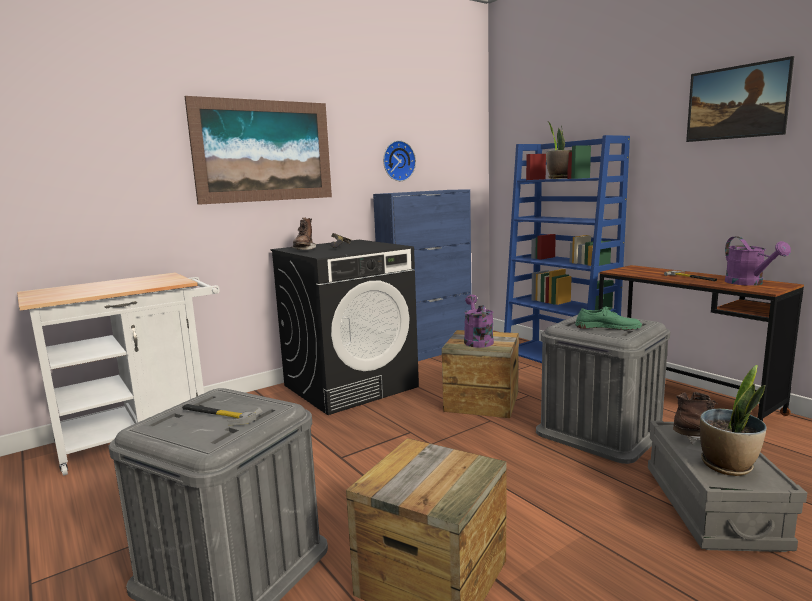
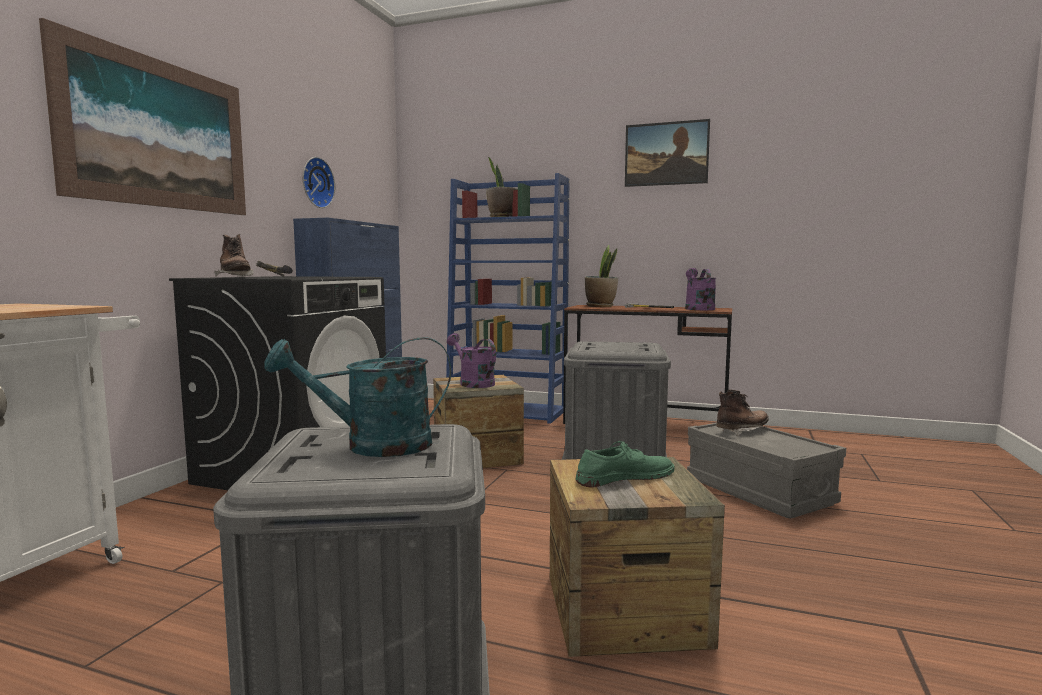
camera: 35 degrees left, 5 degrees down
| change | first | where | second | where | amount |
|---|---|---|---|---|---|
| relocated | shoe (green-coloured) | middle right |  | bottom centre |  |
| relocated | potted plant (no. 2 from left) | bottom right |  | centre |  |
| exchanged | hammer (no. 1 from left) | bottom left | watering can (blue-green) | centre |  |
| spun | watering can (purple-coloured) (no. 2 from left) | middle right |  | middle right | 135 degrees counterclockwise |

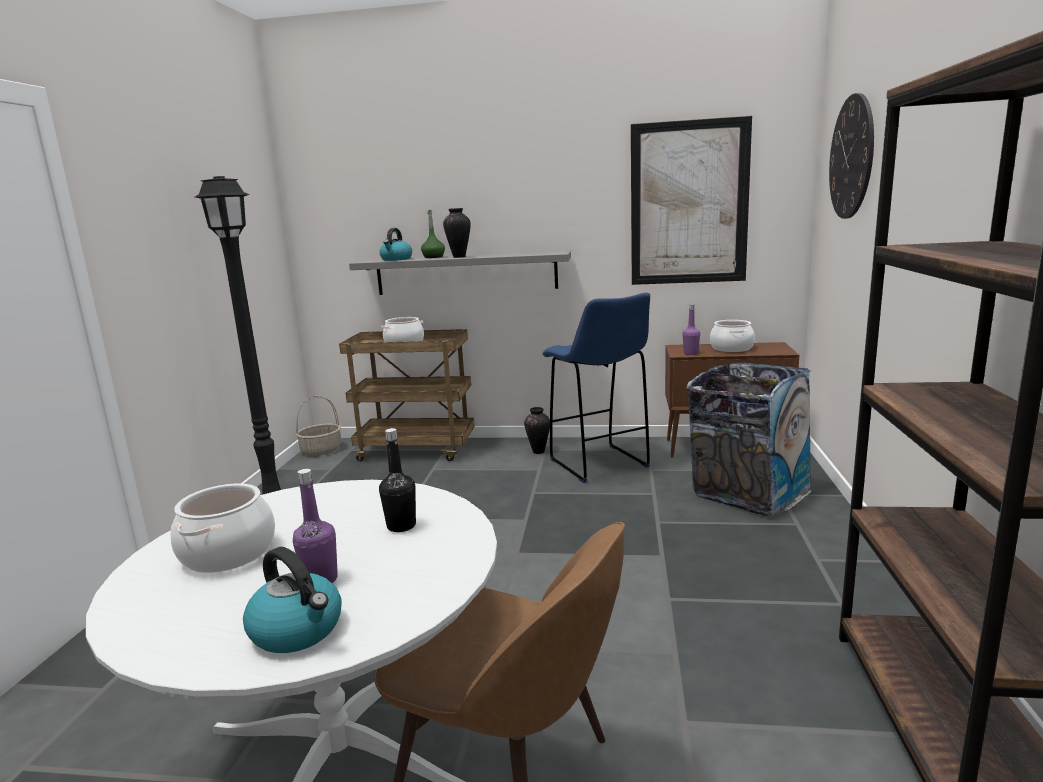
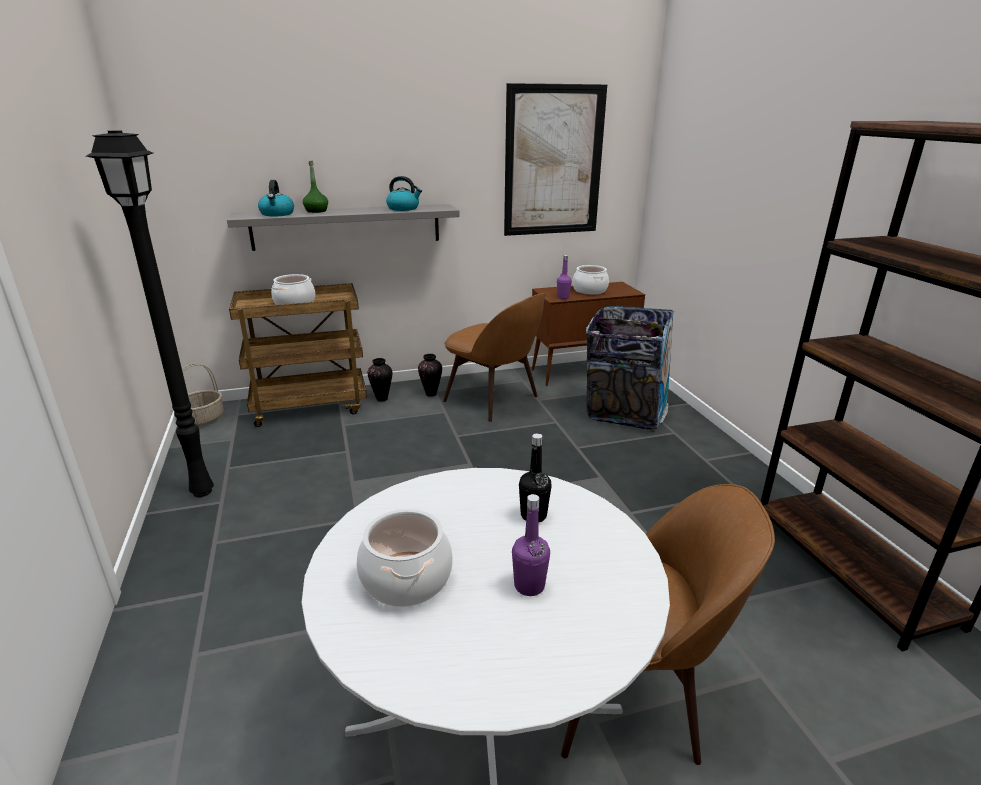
camera: 25 degrees left, 10 degrees up
| change | first | where | second | where | amount |
|---|---|---|---|---|---|
| missing | wall clock | top right |  |  |  |
| relocated | tea kettle (no. 1 from left in the first image) | bottom left | tea kettle (no. 2 from left) | top centre |  |
| relocated | flower vase (no. 1 from left) | top centre |  | centre |  |
| exchanged | stool (blue) | centre | upright chair (brown-coloured) (no. 1 from left) | centre |  |

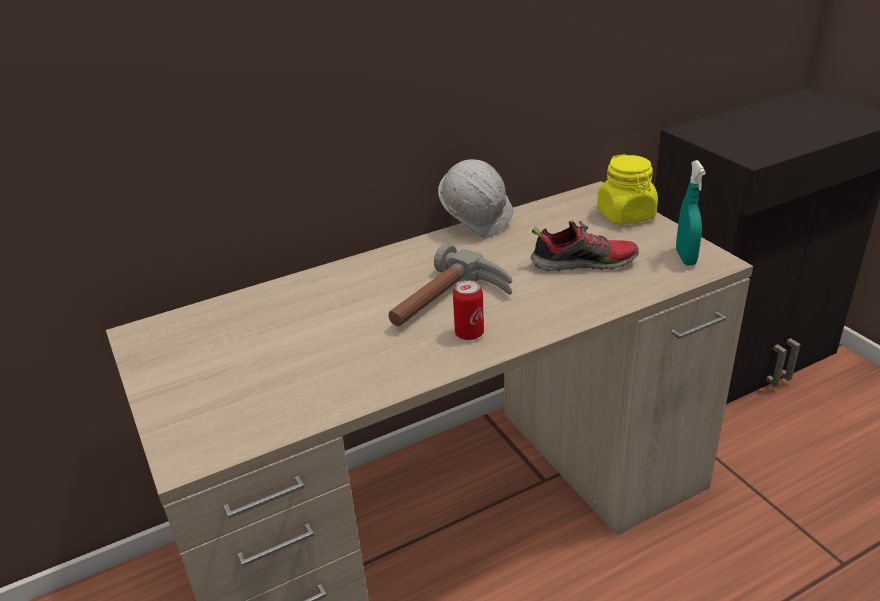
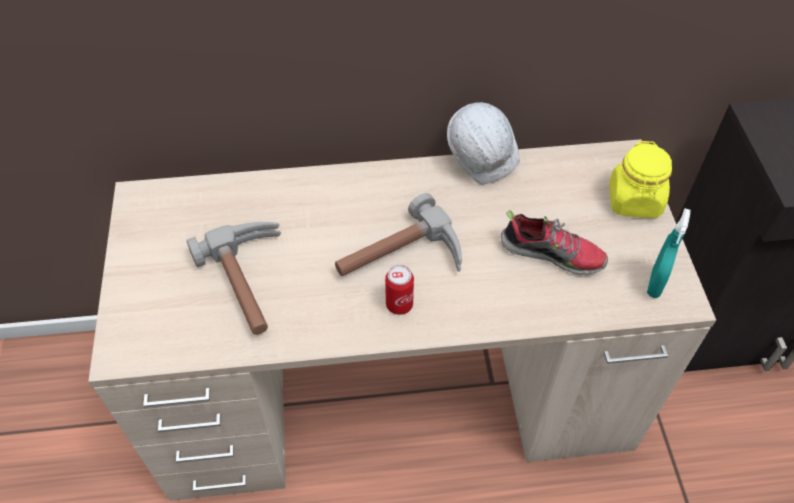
camera: 20 degrees right, 20 degrees up
| change | first | where | second | where | amount |
|---|---|---|---|---|---|
| appeared |  |  | hammer (no. 1 from left) | middle left |  |

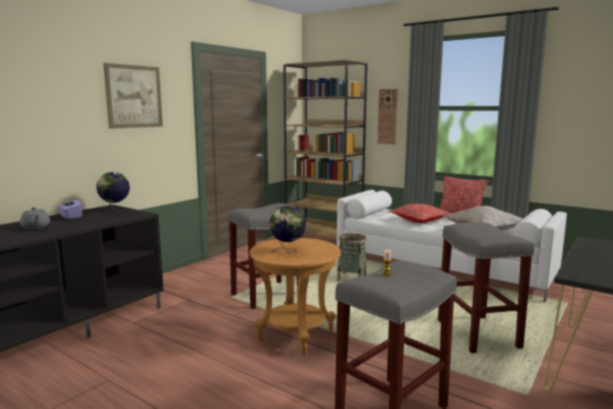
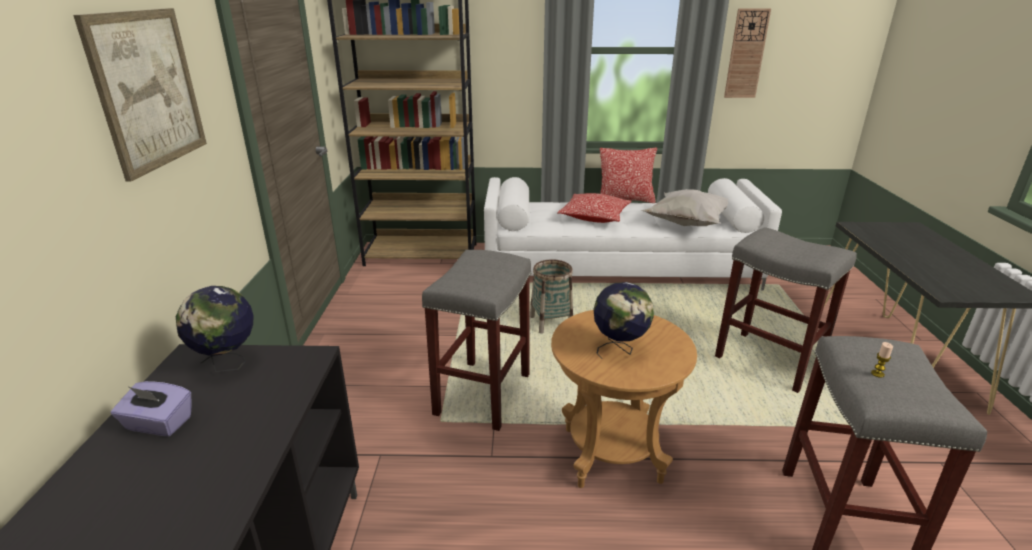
camera: 35 degrees left, 15 degrees up
| change | first | where | second | where | amount |
|---|---|---|---|---|---|
| missing | pot for tea (grey) | middle left |  |  |  |
| relocated | wall clock | top centre |  | top right |  |

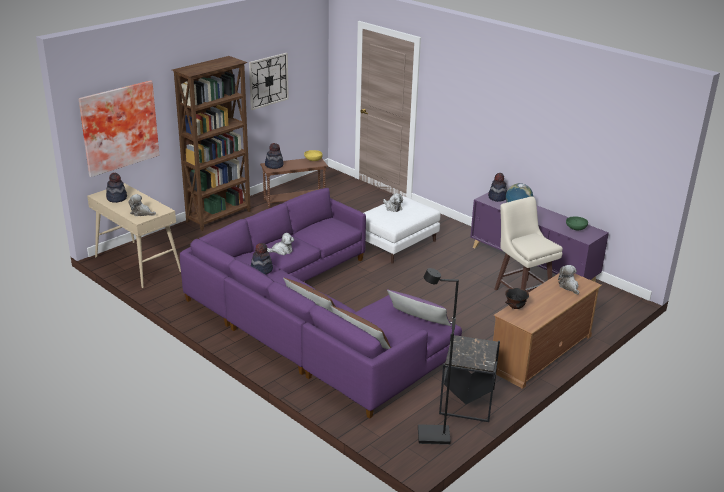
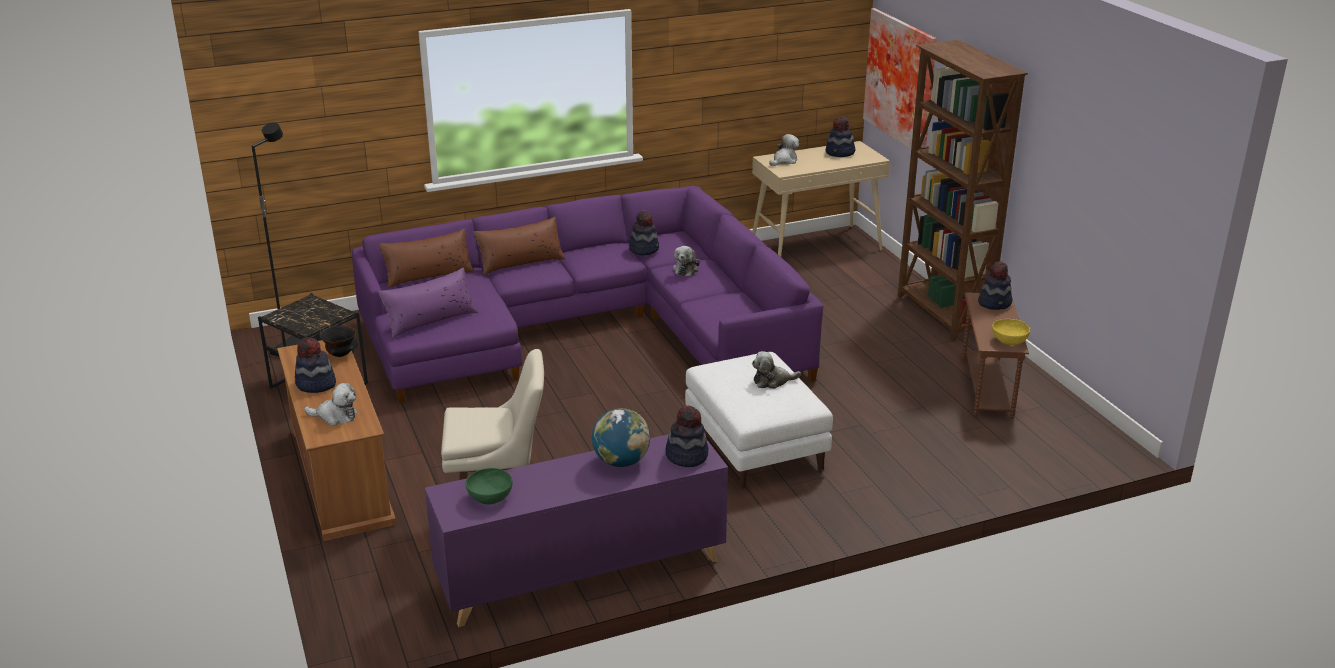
camera: 115 degrees right, 0 degrees up
| change | first | where | second | where | amount |
|---|---|---|---|---|---|
| missing | wall clock | top centre |  |  |  |
| appeared |  |  | wearable hat (no. 1 from left) | middle left |  |

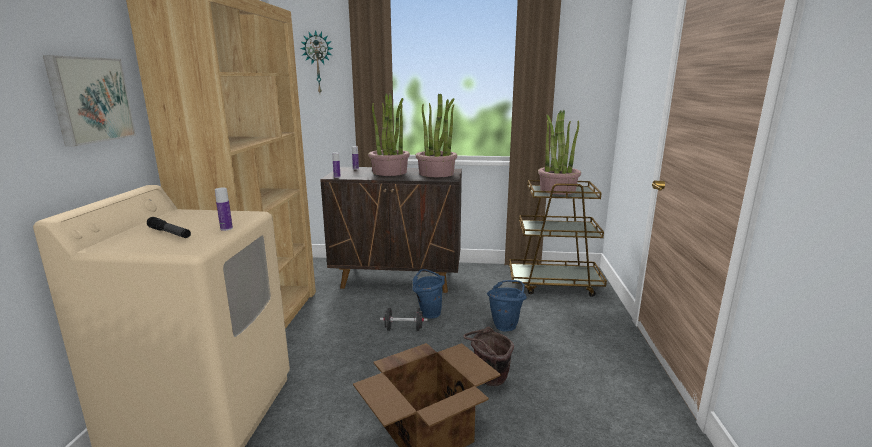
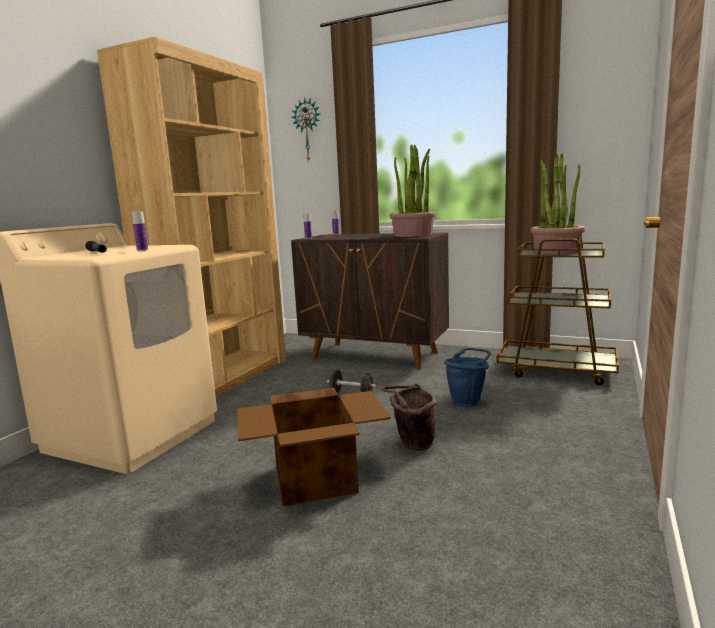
camera: 20 degrees right, 5 degrees down
| change | first | where | second | where | amount |
|---|---|---|---|---|---|
| missing | wall art | top left |  |  |  |
| missing | potted plant (no. 1 from left) | top centre |  |  |  |
| missing | water bucket (blue) (no. 1 from left) | centre |  |  |  |

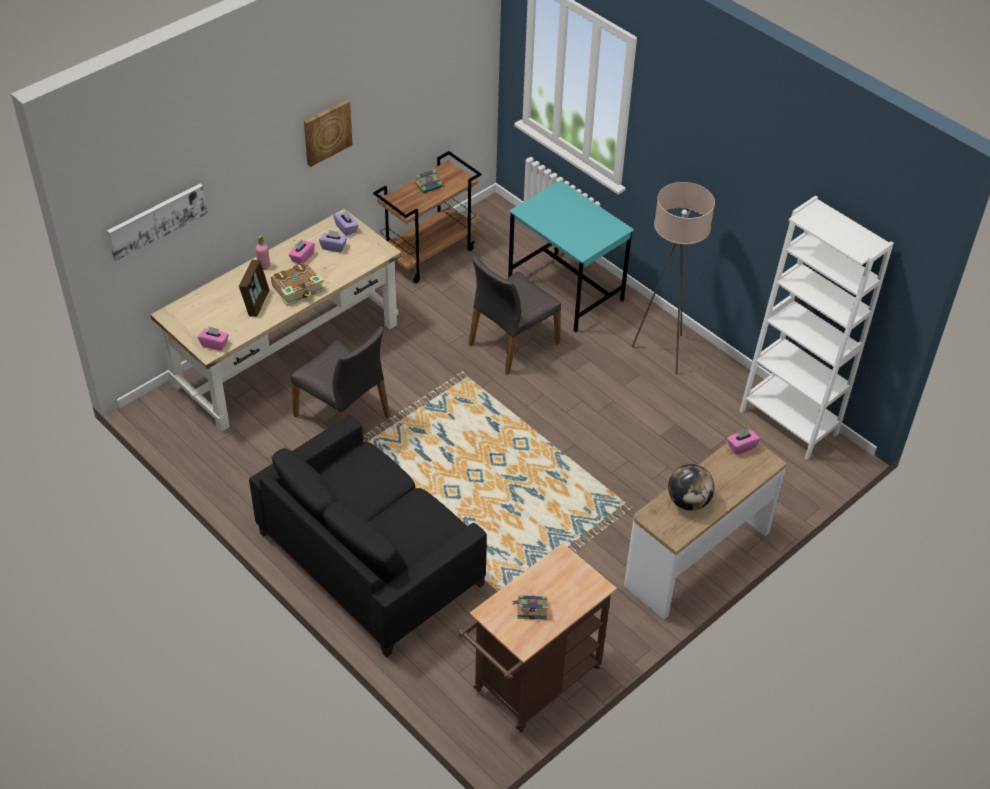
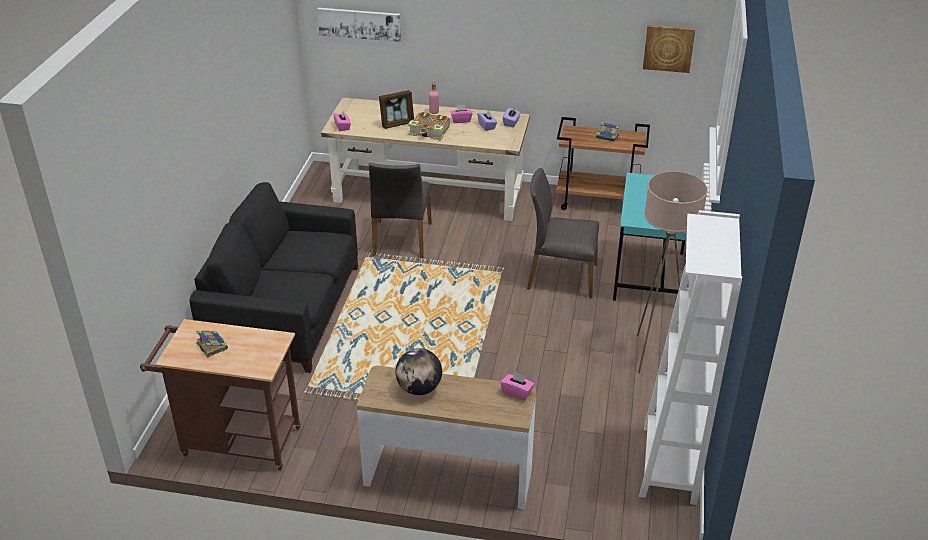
camera: 55 degrees right, 10 degrees down
| change | first | where | second | where | amount |
|---|---|---|---|---|---|
| relocated | wall art (no. 2 from left) | top left |  | top right |  |

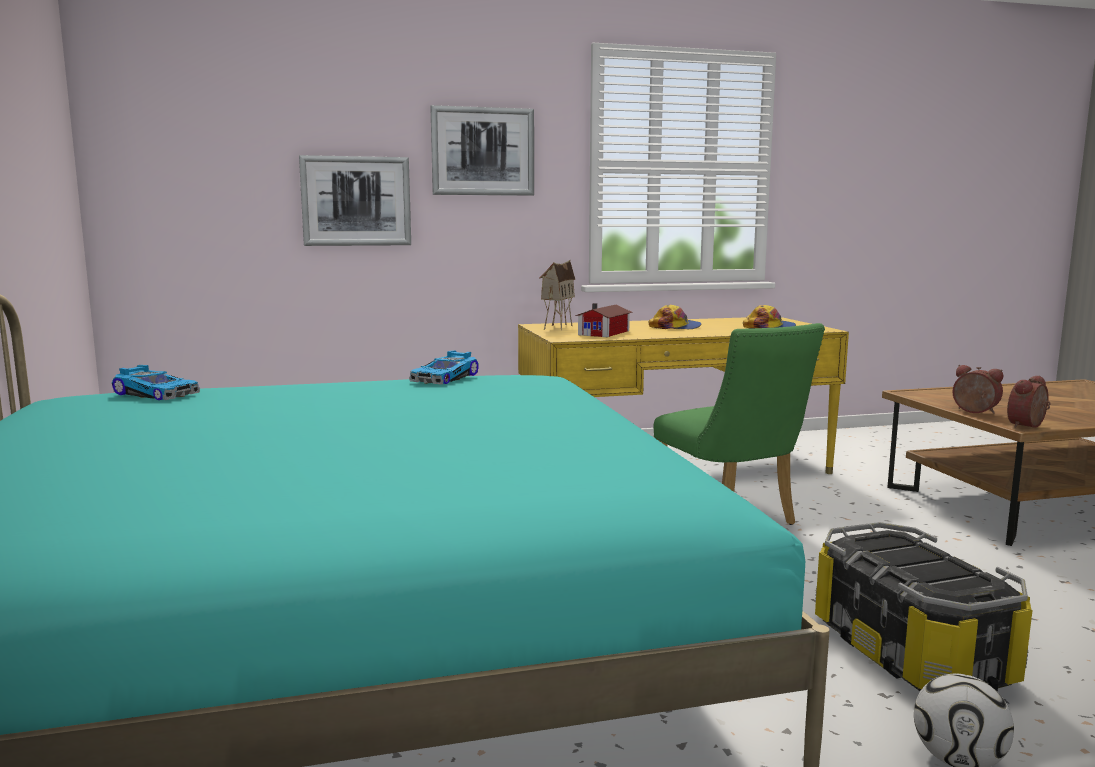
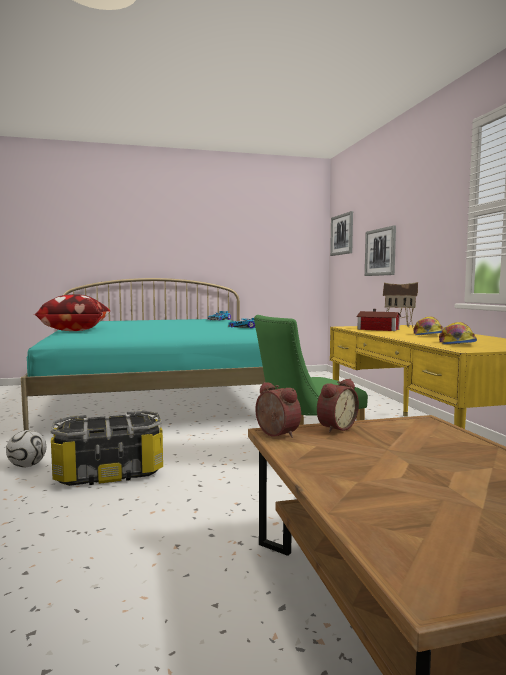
camera: 90 degrees right, 5 degrees down
| change | first | where | second | where | amount |
|---|---|---|---|---|---|
| appeared |  |  | throw pillow | middle left |  |
| relocated | wall art (no. 2 from left in the first image) | top centre | wall art (no. 1 from left) | middle right |  |

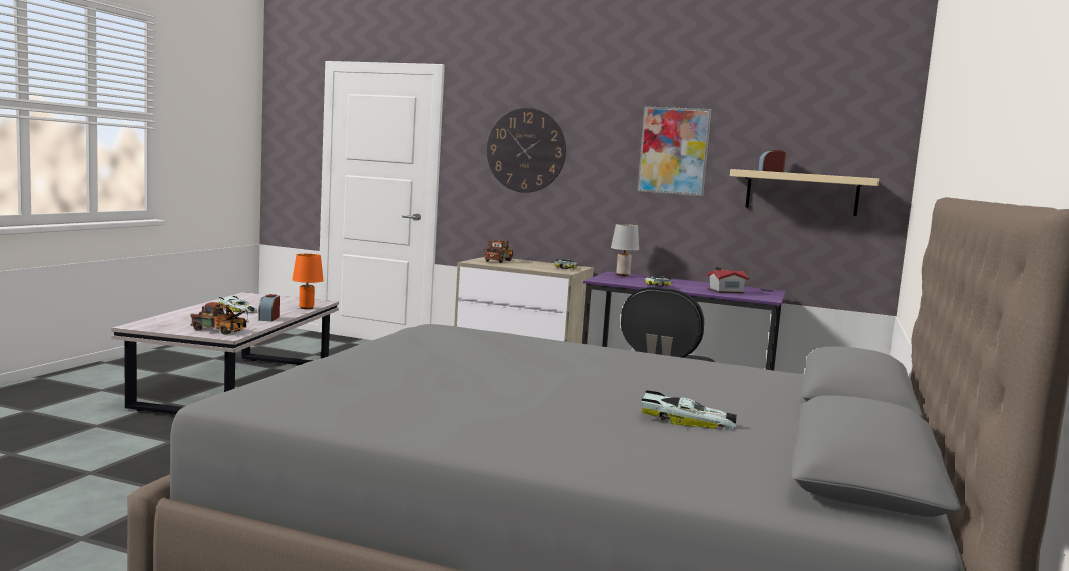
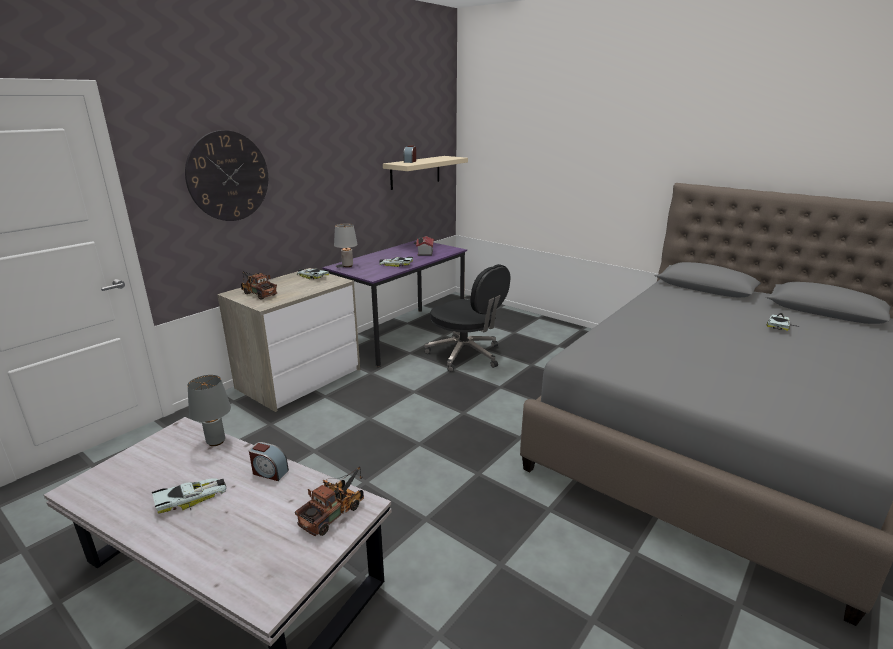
camera: 70 degrees left, 15 degrees up
| change | first | where | second | where | amount |
|---|---|---|---|---|---|
| missing | wall art | top centre |  |  |  |
| colour | table lamp (orange) | middle left | table lamp (grey) (no. 1 from left) | middle left |  |

